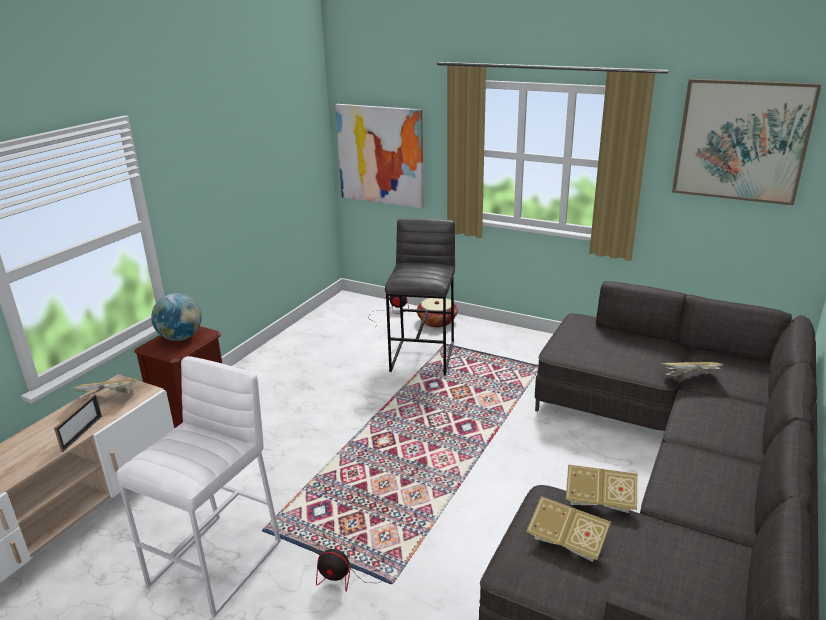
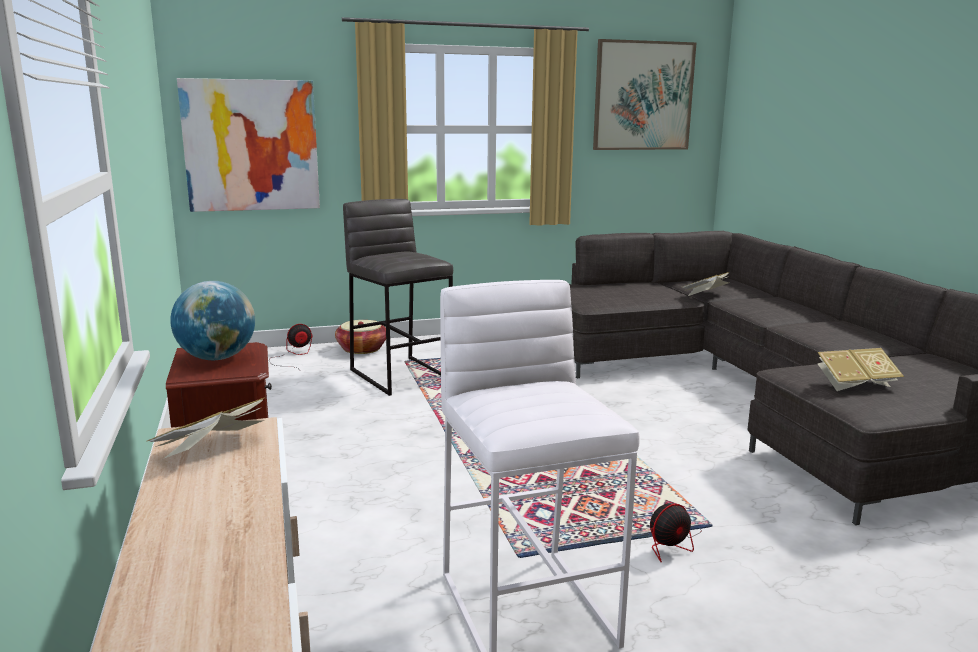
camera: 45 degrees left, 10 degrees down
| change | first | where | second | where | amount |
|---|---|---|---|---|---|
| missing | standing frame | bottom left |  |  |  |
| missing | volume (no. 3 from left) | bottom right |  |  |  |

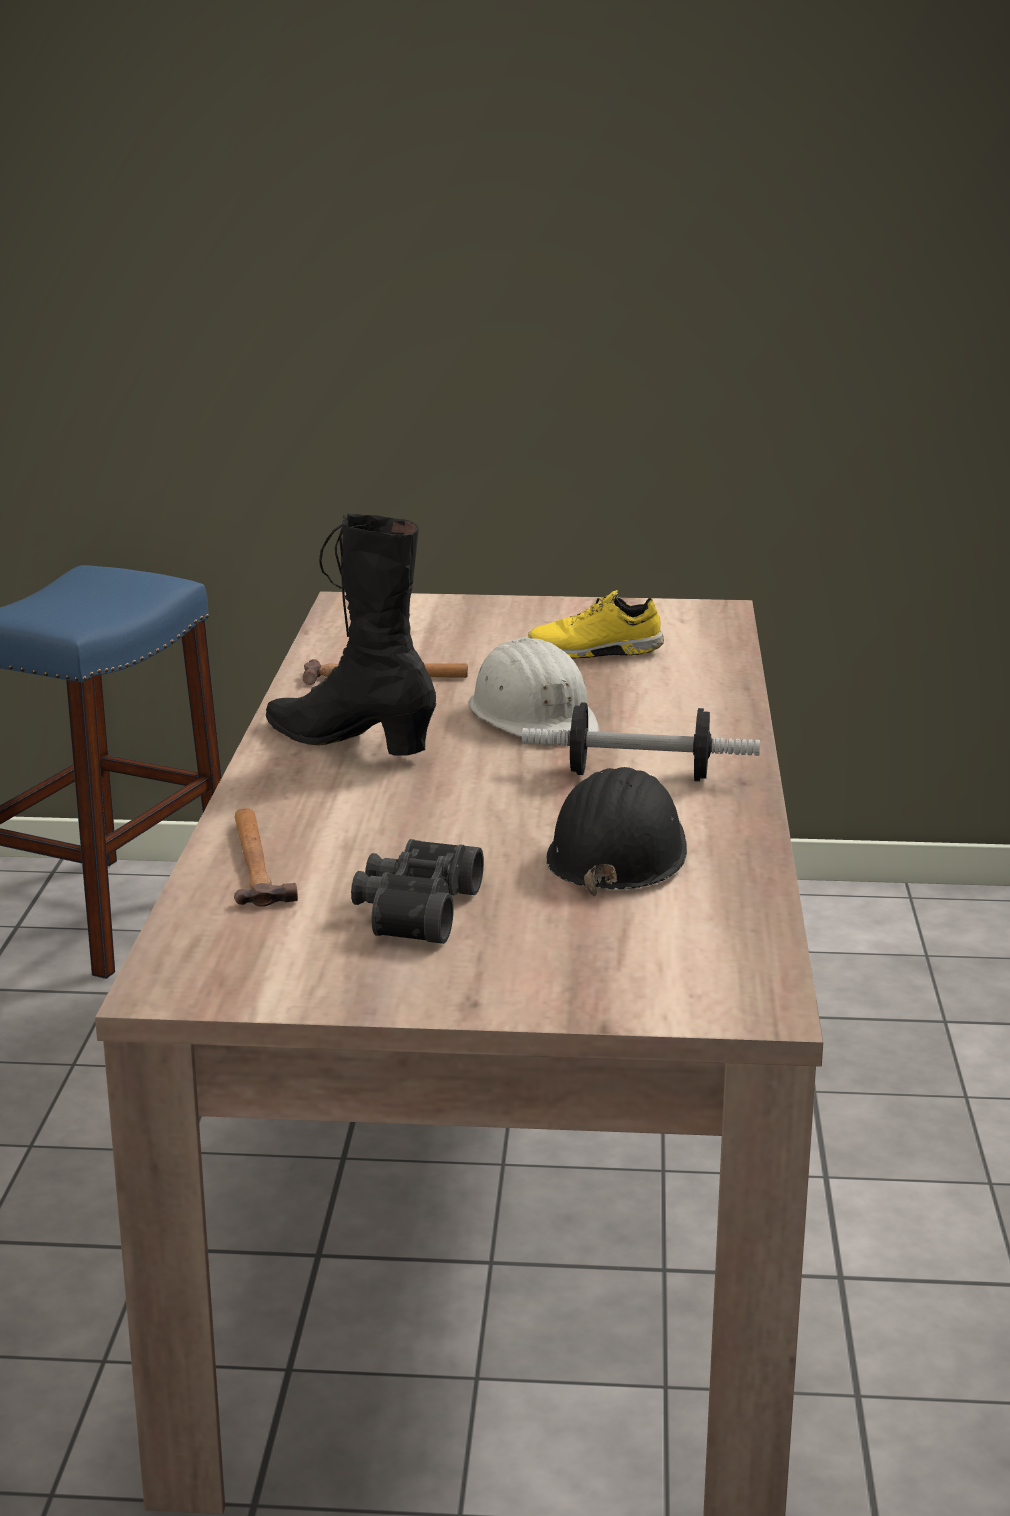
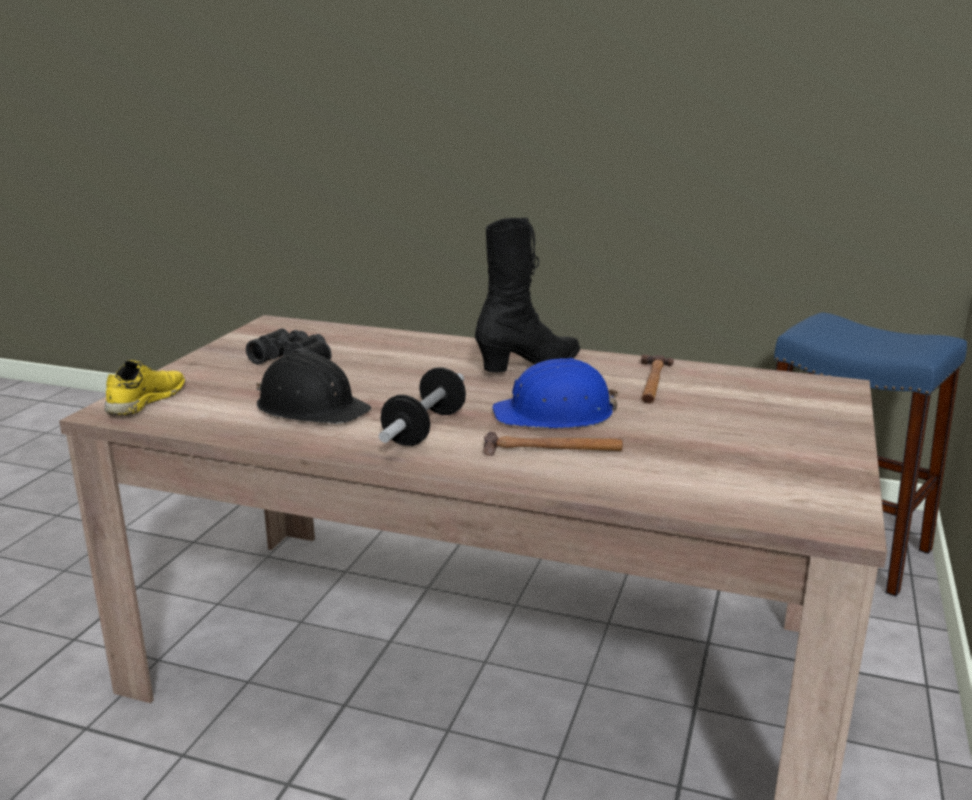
camera: 105 degrees right, 0 degrees up
| change | first | where | second | where | amount |
|---|---|---|---|---|---|
| relocated | hammer (no. 1 from left) | middle left |  | centre |  |
| relocated | shoe (yellow) | centre |  | middle left |  |
| colour | work helmet (white-coloured) | centre | work helmet (blue) | centre |  |

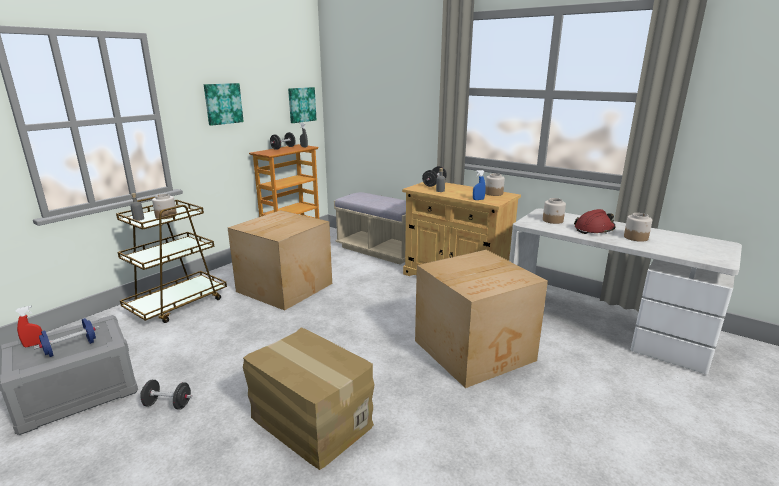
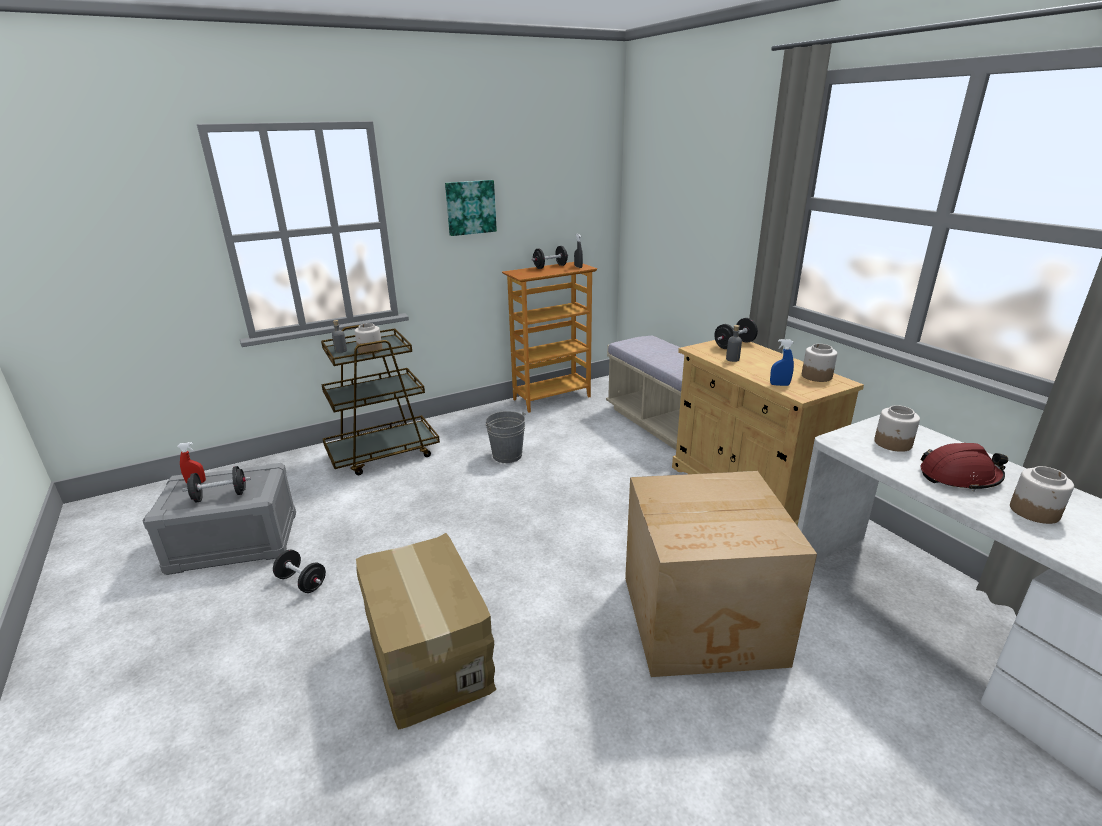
camera: 25 degrees right, 5 degrees up
| change | first | where | second | where | amount |
|---|---|---|---|---|---|
| missing | wall art (no. 2 from left) | top centre |  |  |  |
| exchanged | carton (no. 1 from left) | centre | water bucket (grey) | centre |  |
| colour | free weight (blue) | bottom left | free weight (black-coloured) (no. 1 from left) | middle left |  |

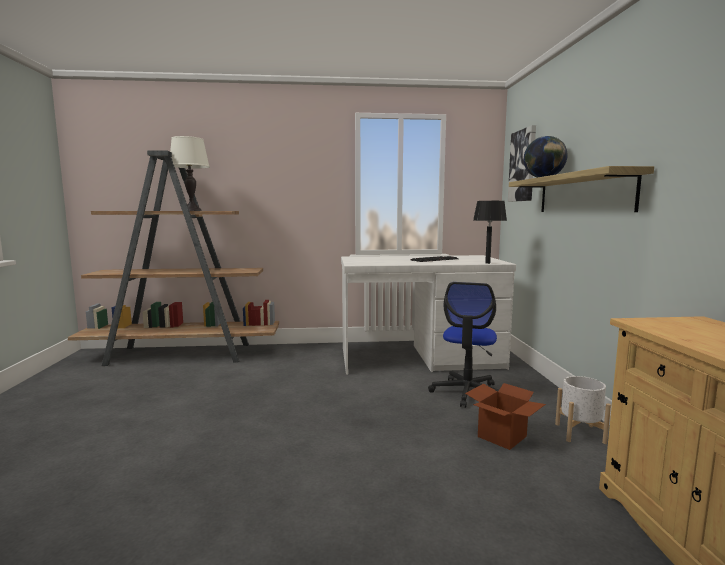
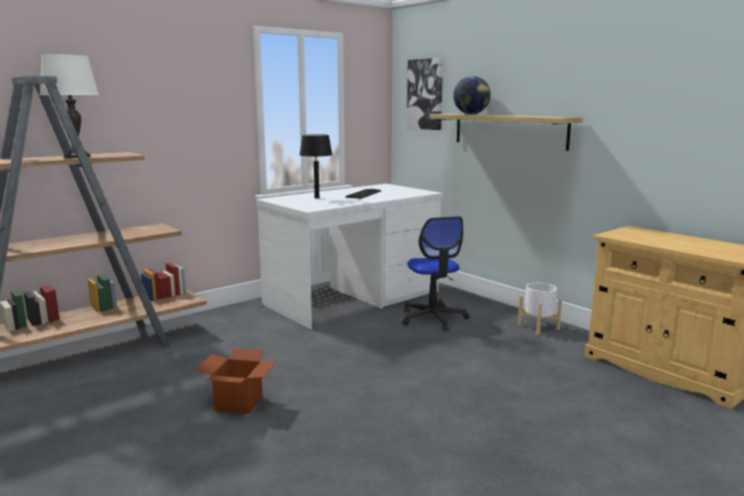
camera: 35 degrees left, 5 degrees up
| change | first | where | second | where | amount |
|---|---|---|---|---|---|
| relocated | carton | bottom right |  | bottom left |  |
| relocated | table lamp (black-coloured) | middle right |  | centre |  |

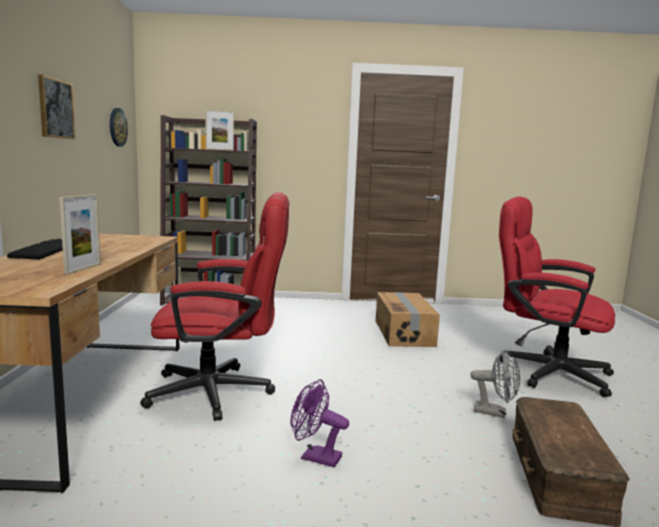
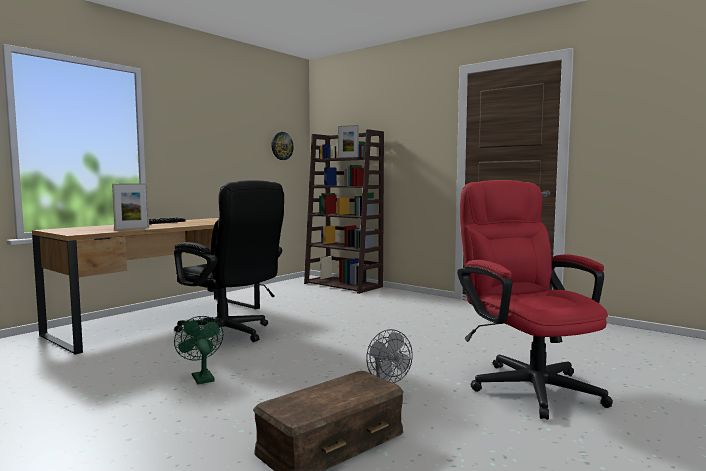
camera: 40 degrees right, 5 degrees down
| change | first | where | second | where | amount |
|---|---|---|---|---|---|
| missing | wall art | top left |  |  |  |
| missing | carton | centre |  |  |  |
| colour | office chair (red-coloured) (no. 1 from left) | middle left | office chair (black-coloured) | middle left |  |
| colour | fan (purple-coloured) | bottom centre | fan (green-coloured) | bottom left |  |

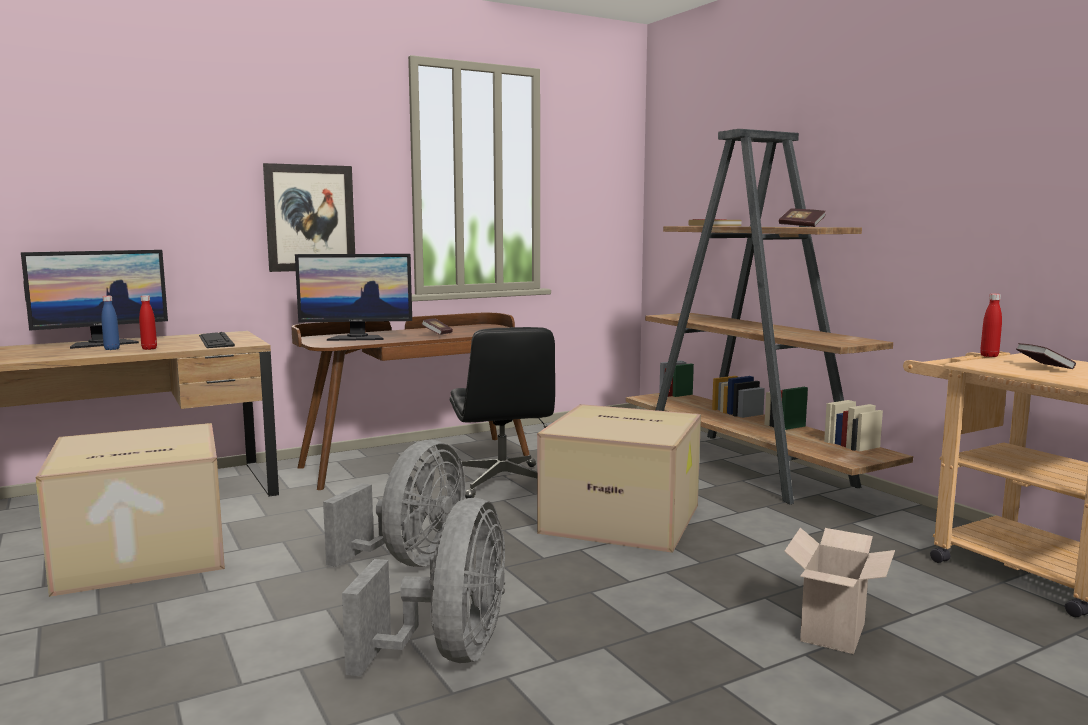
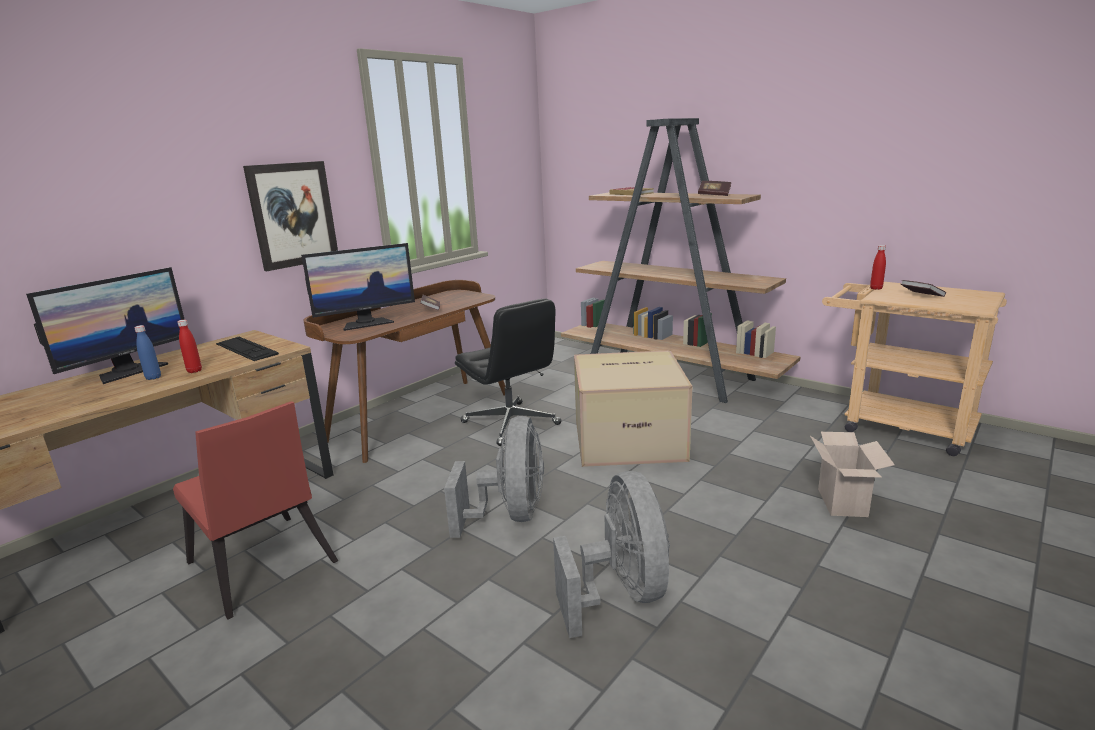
camera: 20 degrees left, 10 degrees up
| change | first | where | second | where | amount |
|---|---|---|---|---|---|
| exchanged | carton (no. 1 from left) | bottom left | upright chair (red-coloured) | bottom left |  |

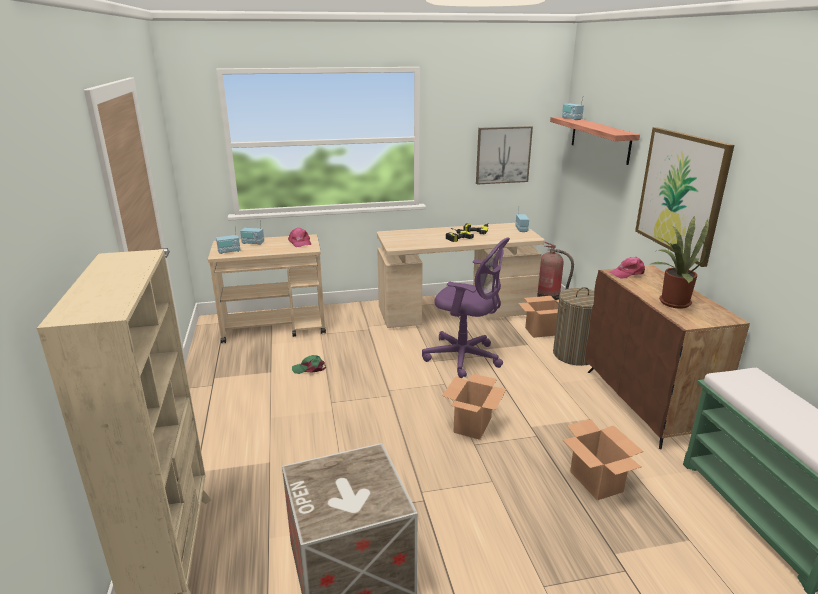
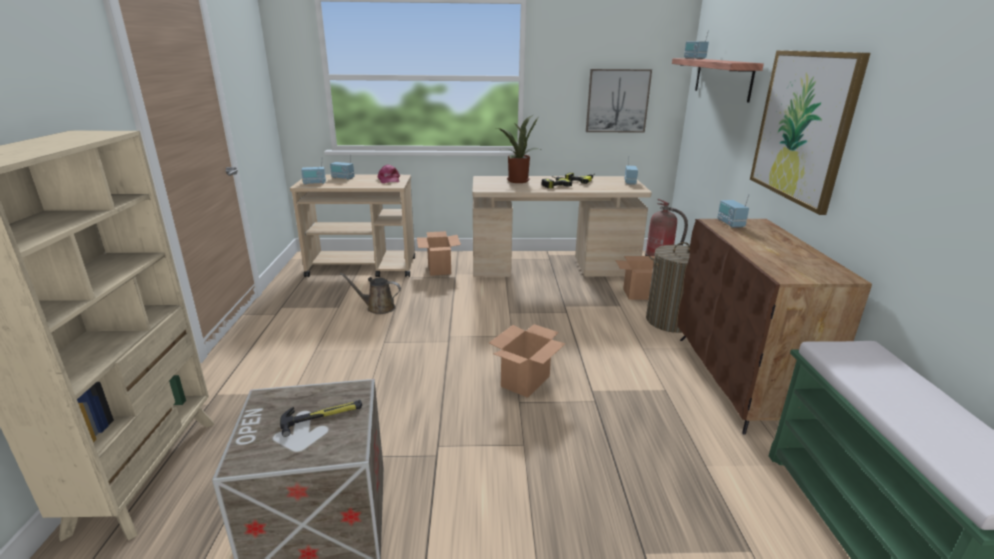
camera: 10 degrees right, 0 degrees up
| change | first | where | second | where | amount |
|---|---|---|---|---|---|
| missing | office chair (purple-coloured) | centre |  |  |  |
| appeared |  |  | hammer | bottom left |  |
| relocated | carton (no. 3 from left in the first image) | bottom right | carton (no. 1 from left) | centre |  |
| relocated | potted plant | middle right |  | top centre |  |
| exchanged | cap (green-coloured) | centre | watering can (brown-coloured) | centre |  |
| exchanged | cap (pink) (no. 2 from left) | middle right | radio set (no. 5 from left) | middle right |  |

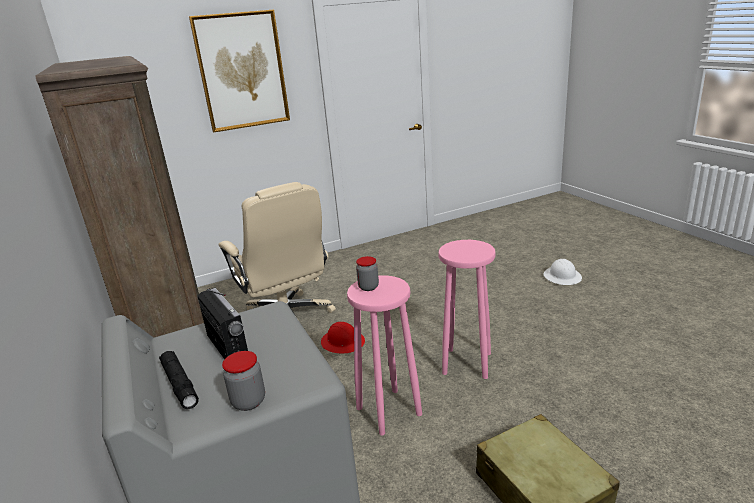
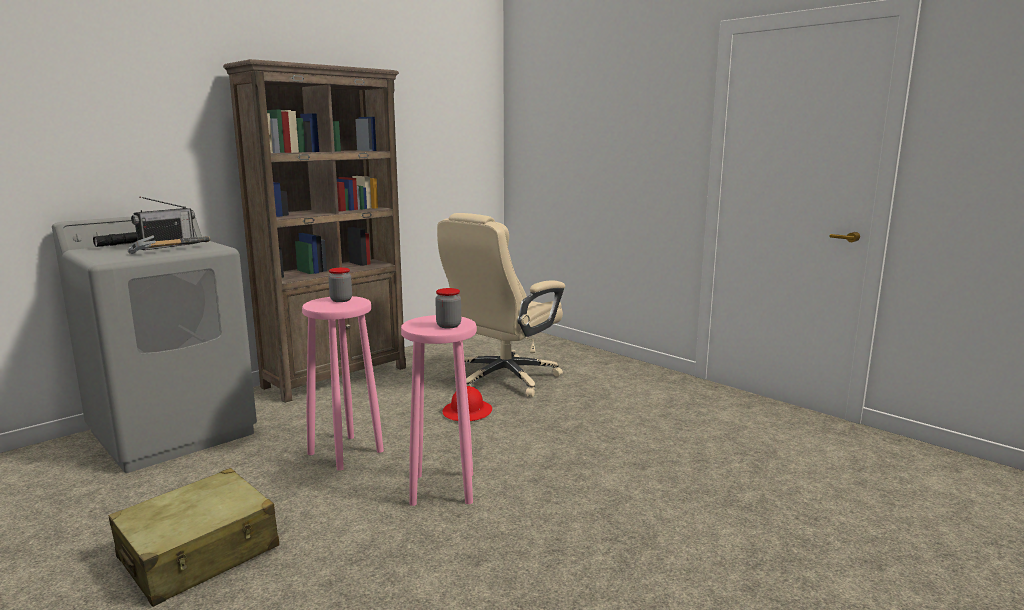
camera: 70 degrees right, 10 degrees down
| change | first | where | second | where | amount |
|---|---|---|---|---|---|
| missing | wall art | top left |  |  |  |
| missing | work helmet (white-coloured) | middle right |  |  |  |
| appeared |  |  | hammer | middle left |  |
| relocated | storage jar (no. 1 from left in the first image) | bottom left | storage jar (no. 2 from left) | centre |  |

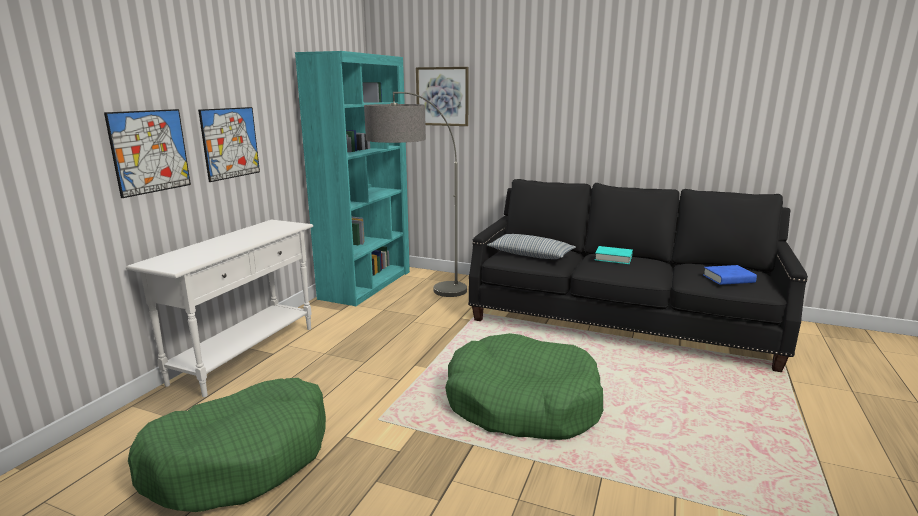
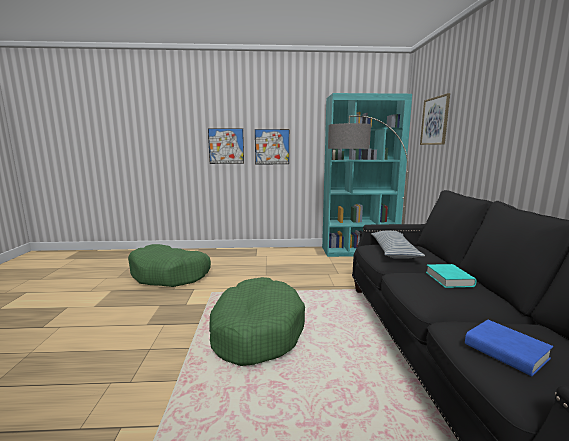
camera: 65 degrees right, 5 degrees down
| change | first | where | second | where | amount |
|---|---|---|---|---|---|
| missing | hall table (white-coloured) | middle left |  |  |  |

